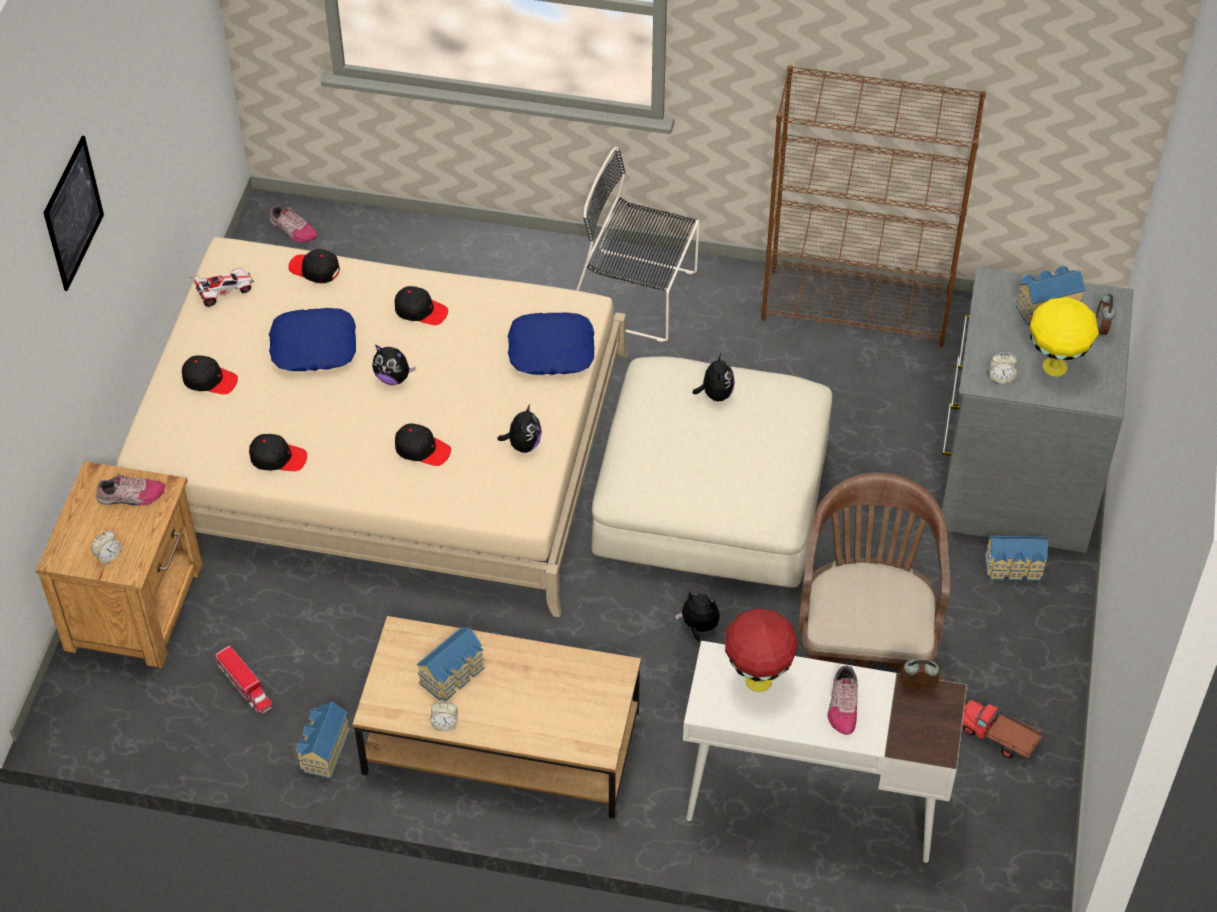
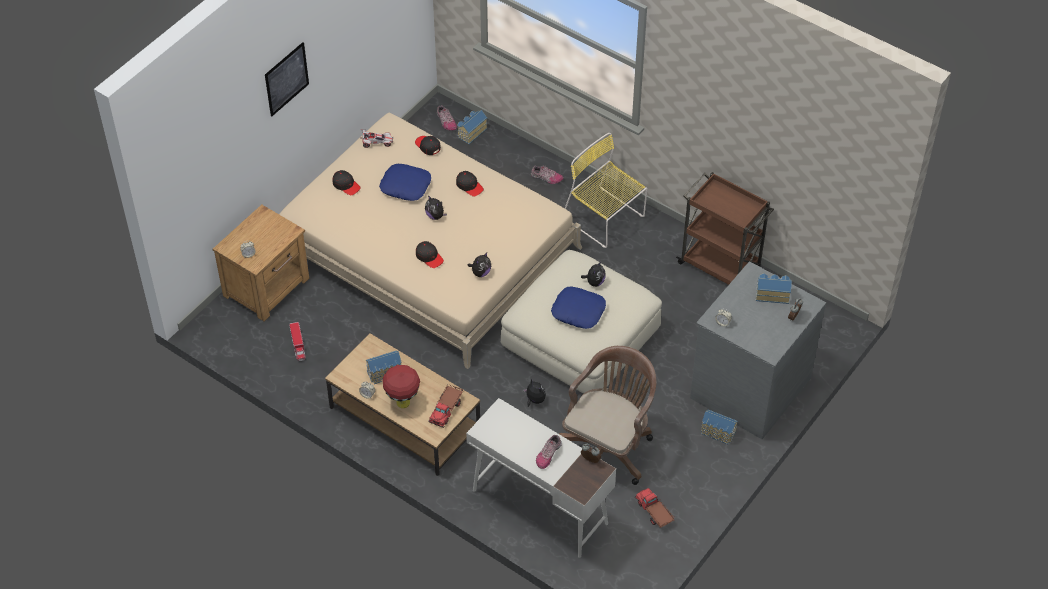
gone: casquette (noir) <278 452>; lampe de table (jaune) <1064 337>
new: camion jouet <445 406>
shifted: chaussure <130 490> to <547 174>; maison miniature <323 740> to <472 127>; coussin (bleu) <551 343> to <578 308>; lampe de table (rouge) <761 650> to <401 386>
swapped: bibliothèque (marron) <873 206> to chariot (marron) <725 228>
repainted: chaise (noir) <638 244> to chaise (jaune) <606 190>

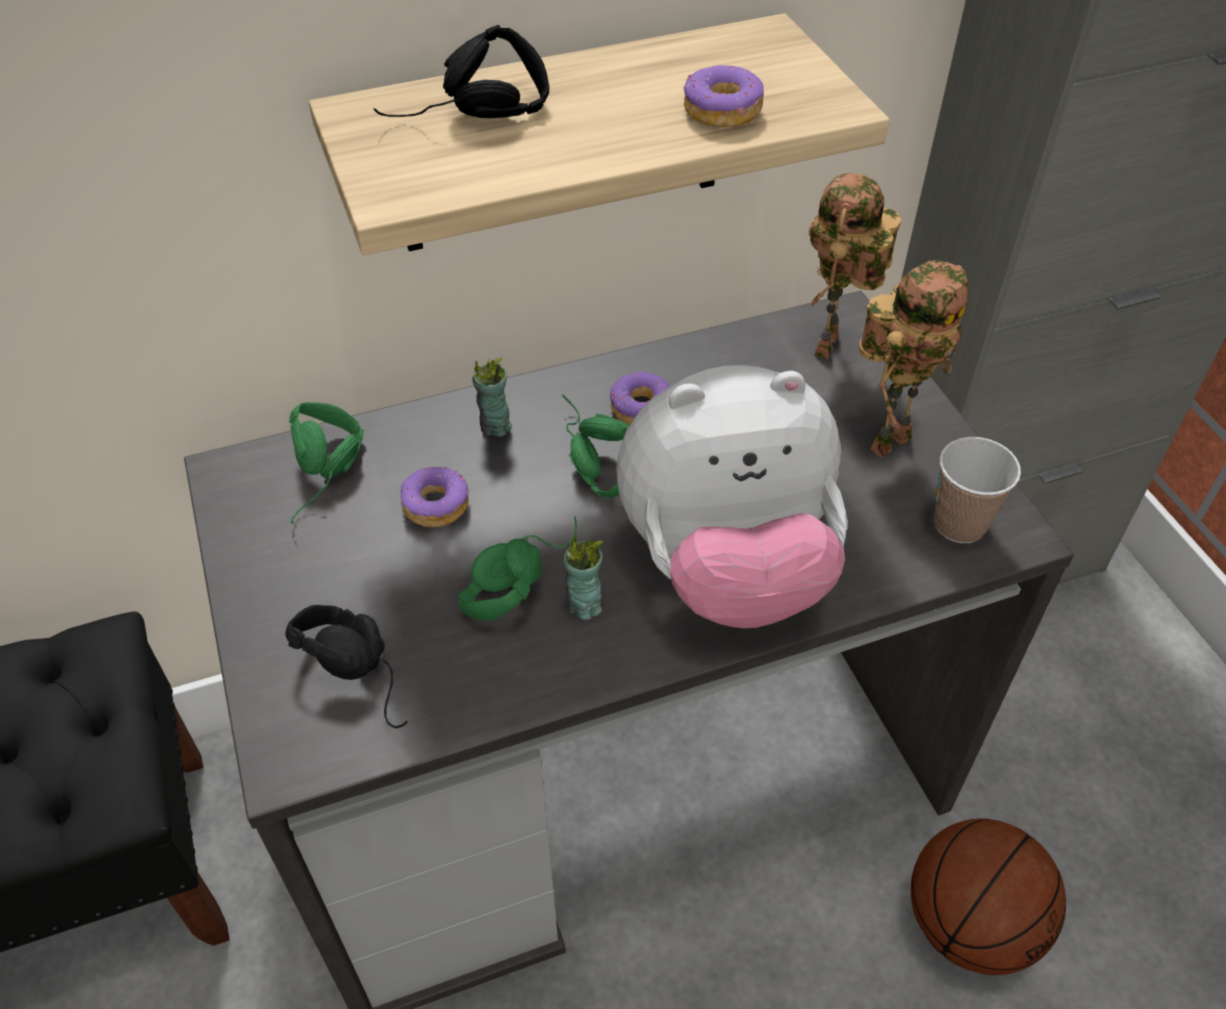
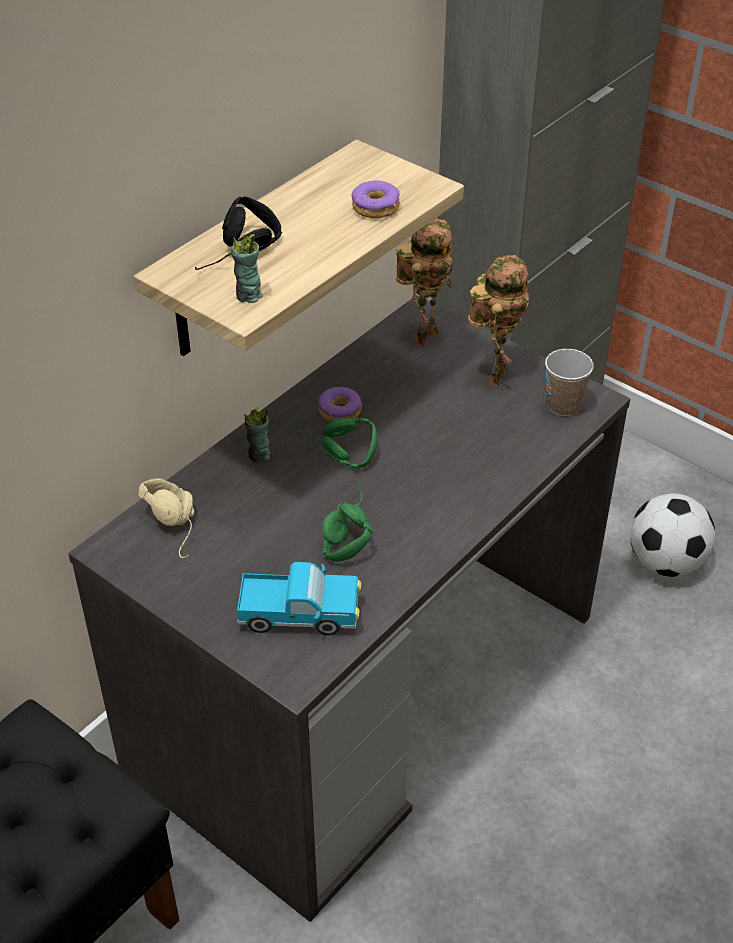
gone: beignet <434 496>; peluche <732 496>; ballon de basket <988 896>
new: ballon de foot <672 535>
shifted: tasse <583 577> to <247 268>
swapped: casque audio (noir) <346 666> to camion jouet <299 599>
repainted: casque audio (vert) <326 462> to casque audio (beige) <166 518>
rotated: robot jouet <855 266> = <424 283> 135 degrees counterclockwise

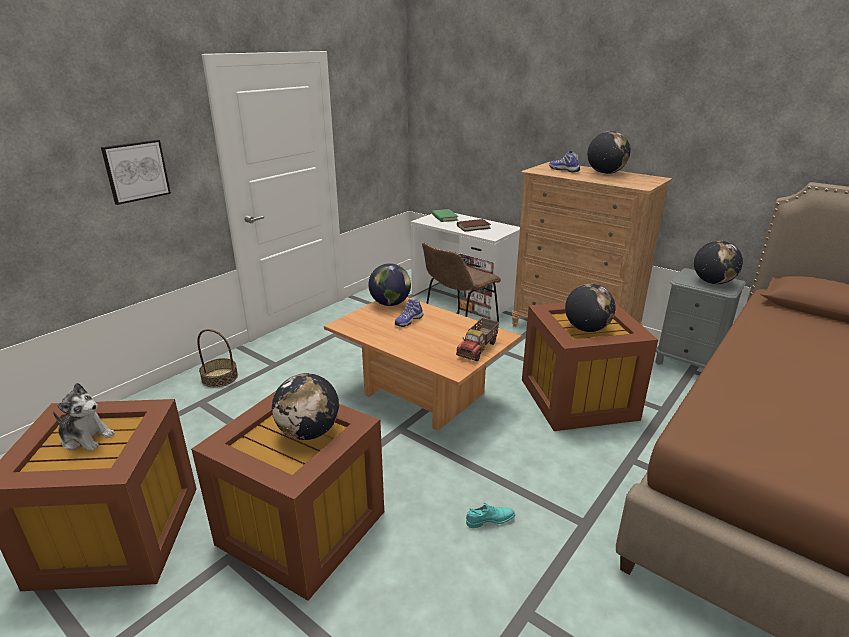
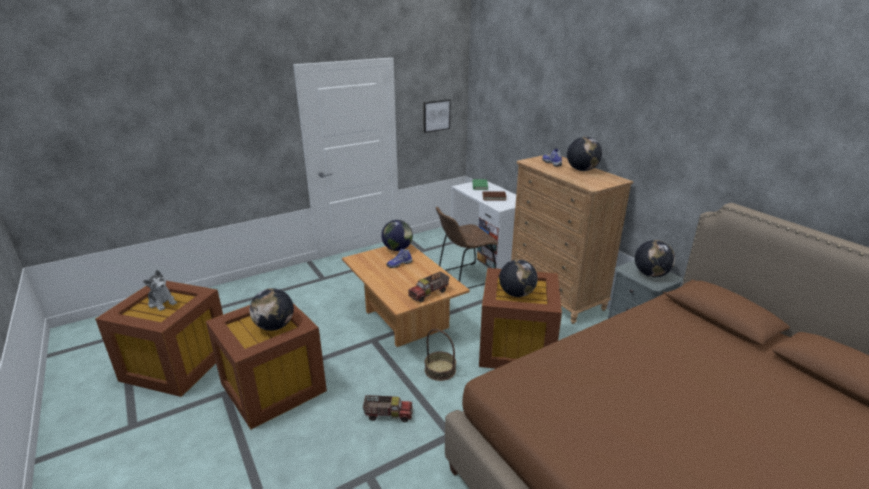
shifted: tableau <136 172> to <436 116>; panier <217 358> to <440 355>
swapped: chaussure (turquoise) <490 515> to camion jouet <388 408>

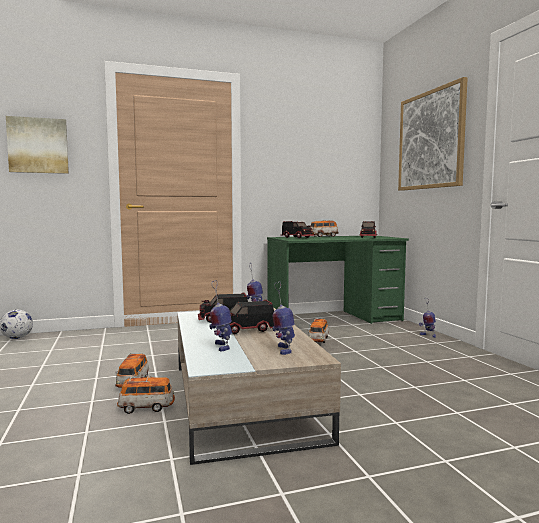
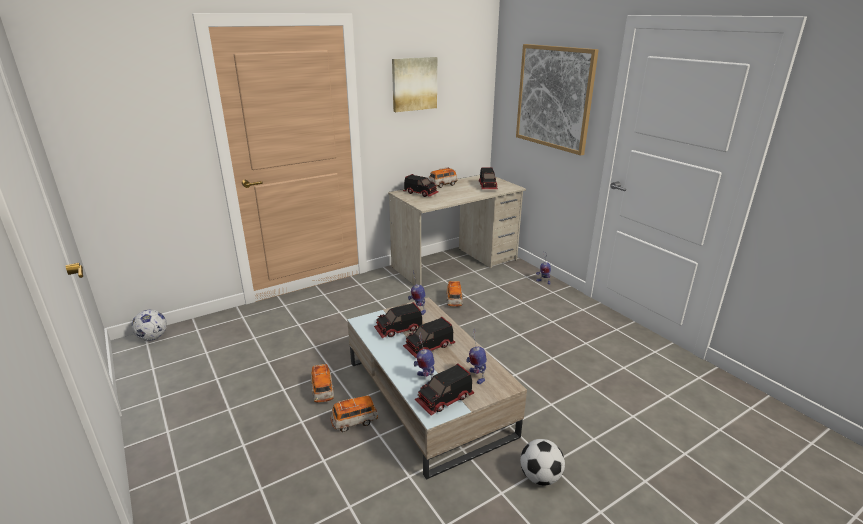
new: camion jouet <444 389>; ballon de foot <542 462>
shifted: tableau <37 145> to <414 84>
repainted: bureau (vert) <338 280> to bureau (beige) <457 230>

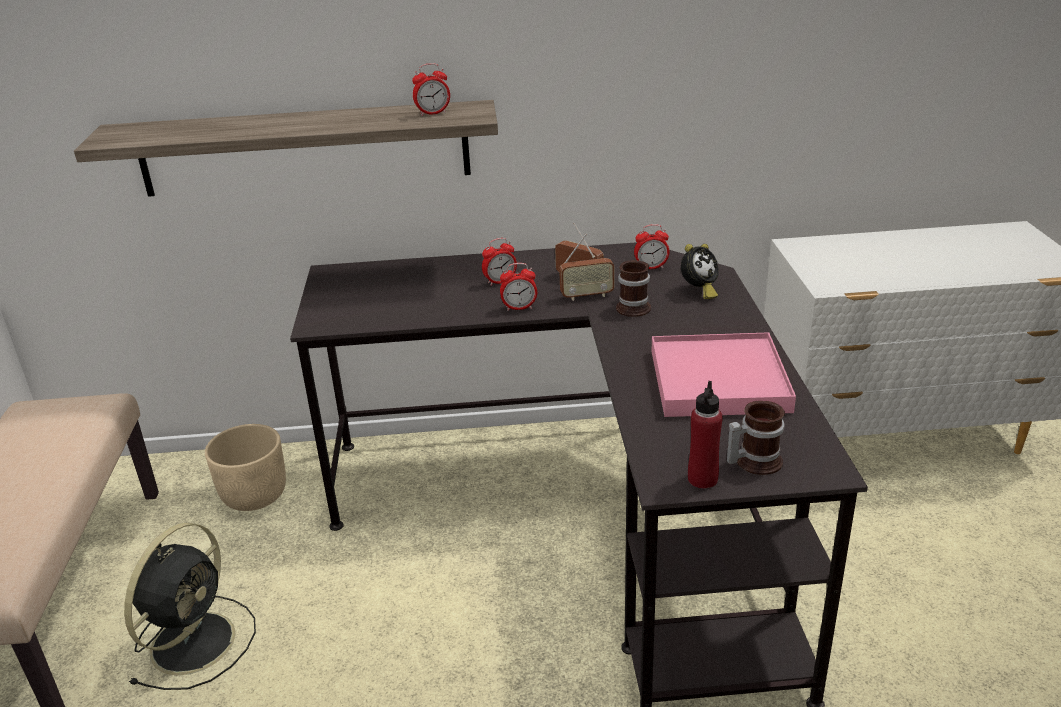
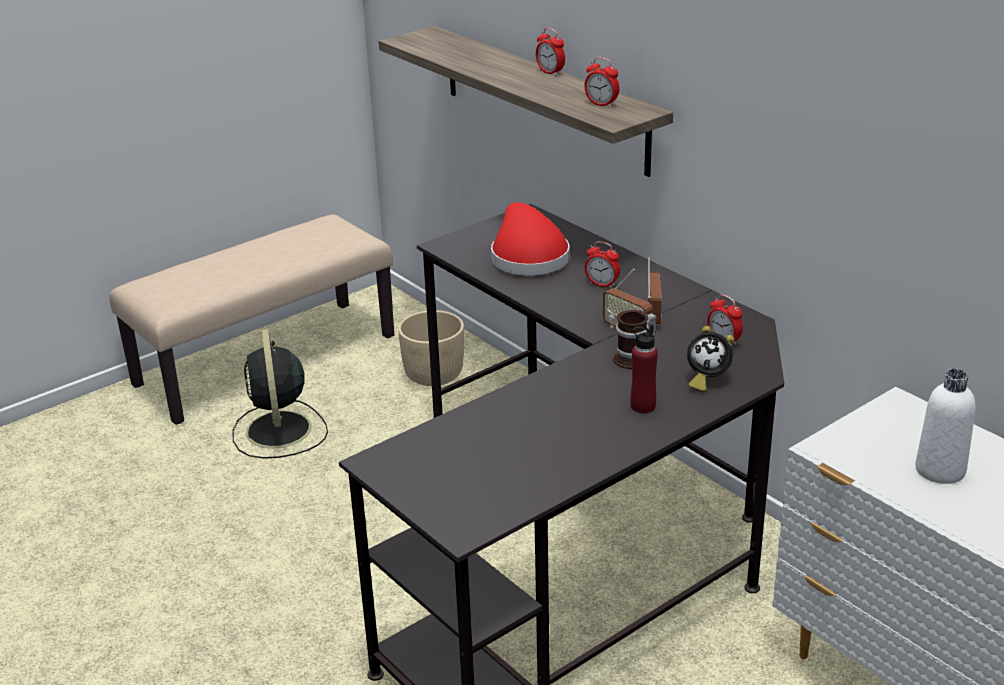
gone: plateau (rose) <724 374>; mug <756 438>
new: chapeau (rouge) <530 239>; bouteille (blanc) <945 426>
shifted: réveil <518 287> to <550 52>; bouteille (rouge) <705 435> to <644 368>
rotated: ventilateur (noir) <190 606> = <280 394> 90 degrees clockwise

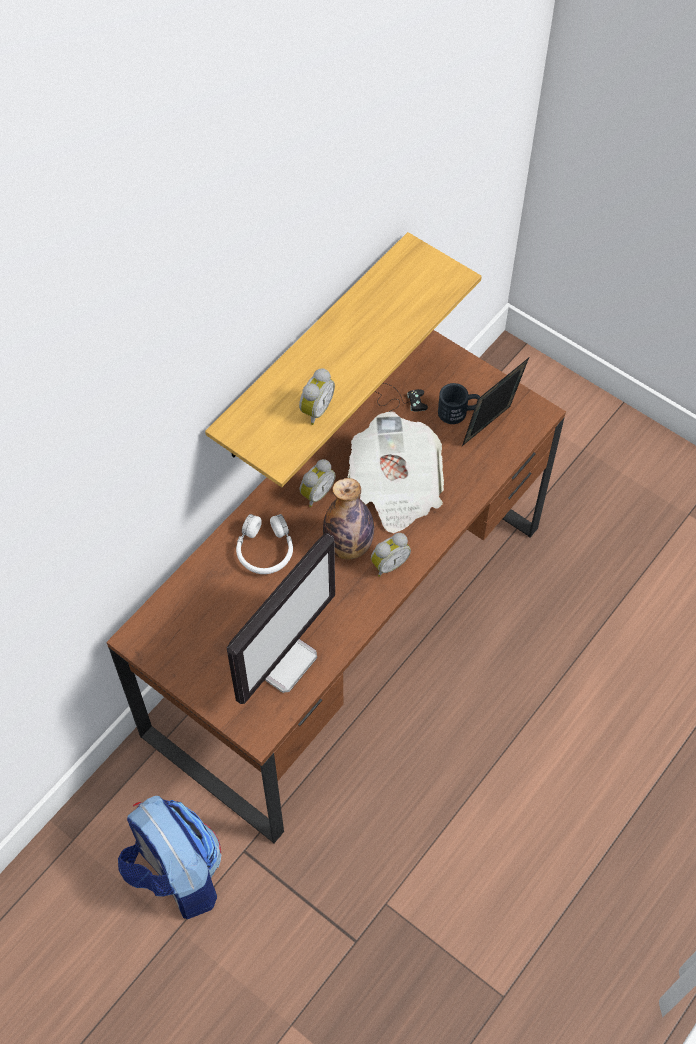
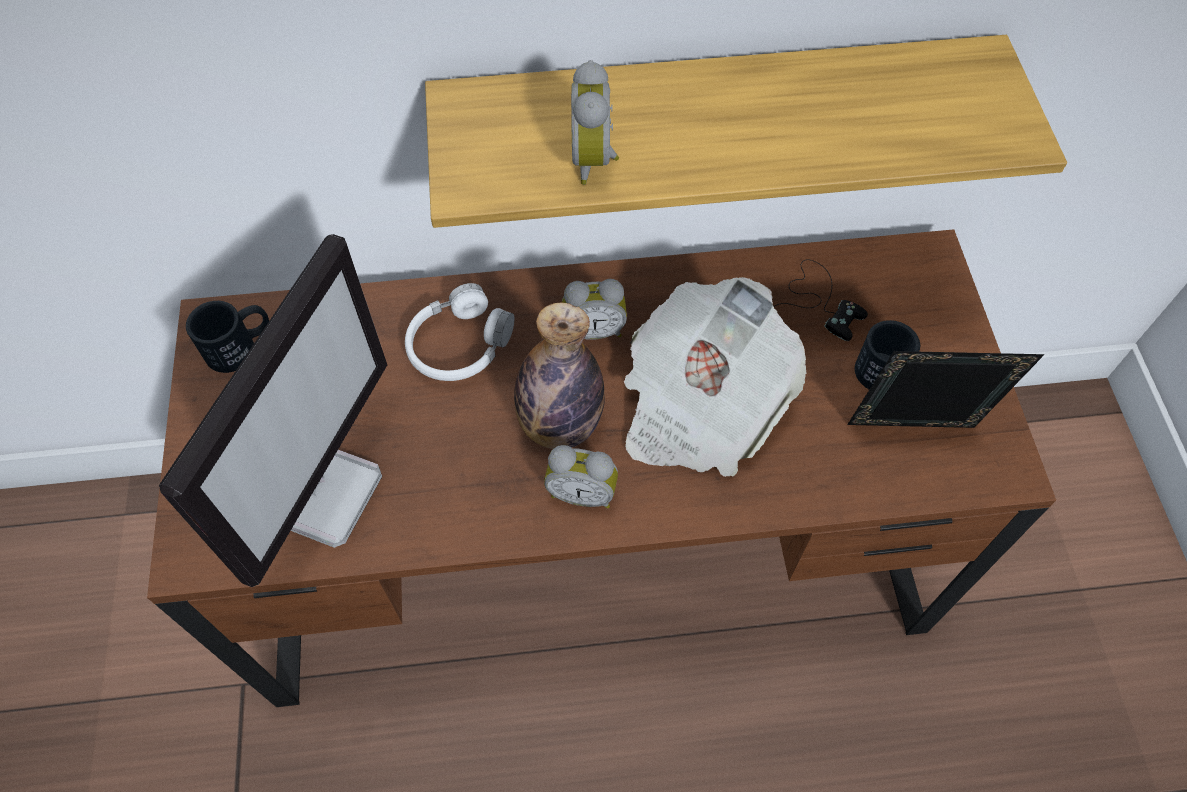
gone: sac à dos <169 857>
new: mug (noir) <227 337>
rotated: écran d'ordinateur <281 618> = <273 410> 60 degrees counterclockwise; réveil <317 396> = <595 122> 105 degrees clockwise

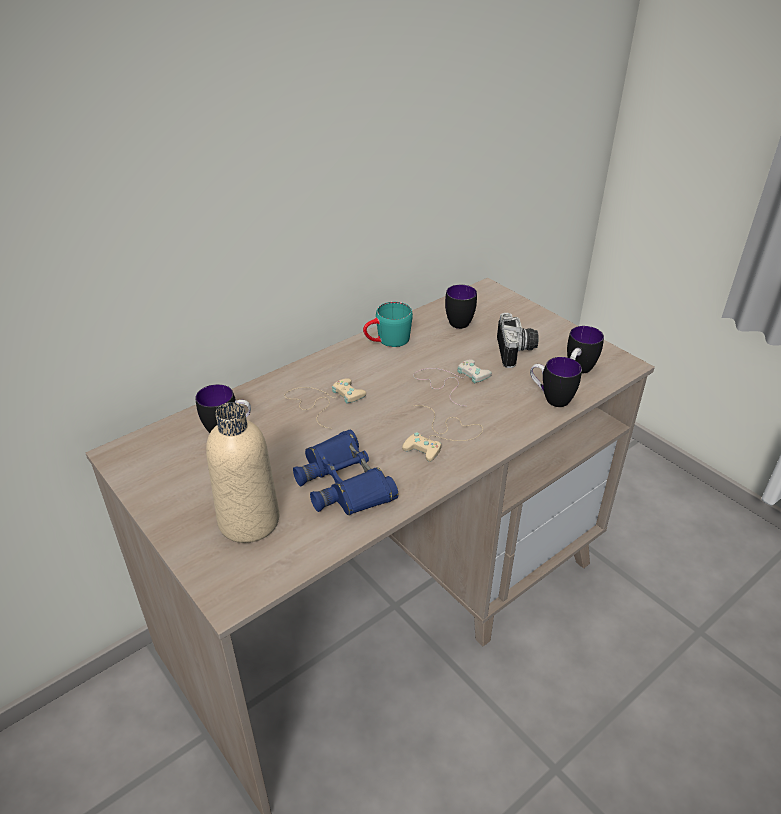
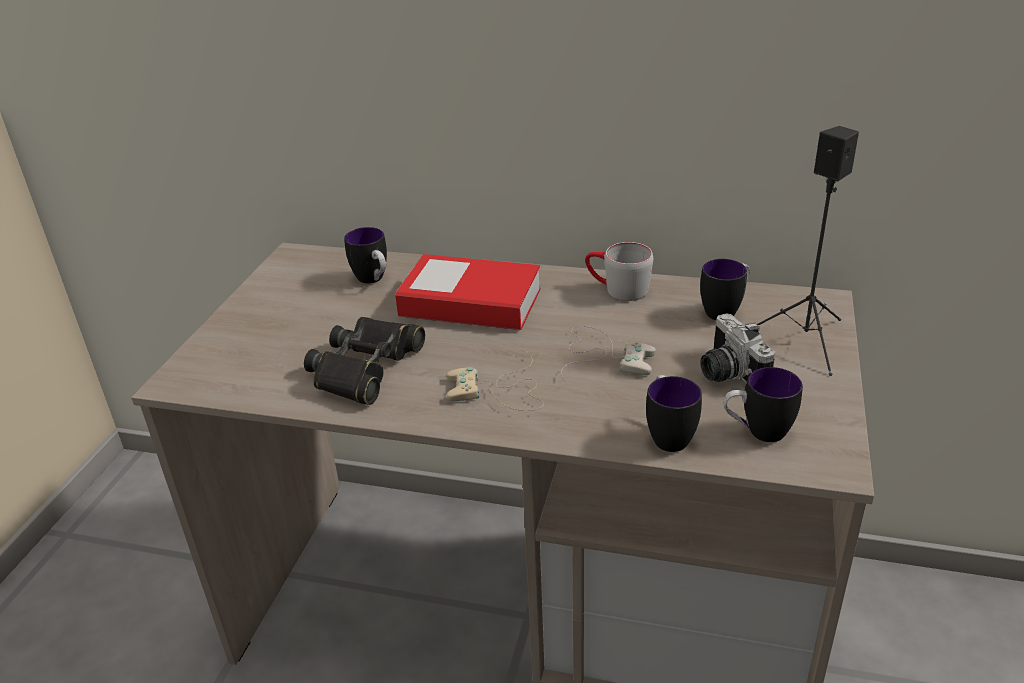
gone: bouteille (beige) <242 472>
new: enceinte (noir) <807 251>
swapped: manette (beige) <325 403> to livre <468 292>
repainted: jumelles (bleu) <346 472> to jumelles (noir) <364 361>; mug (turquoise) <388 324> to mug (gris) <619 271>
rotated: appareil photo <518 340> = <737 348> 105 degrees clockwise

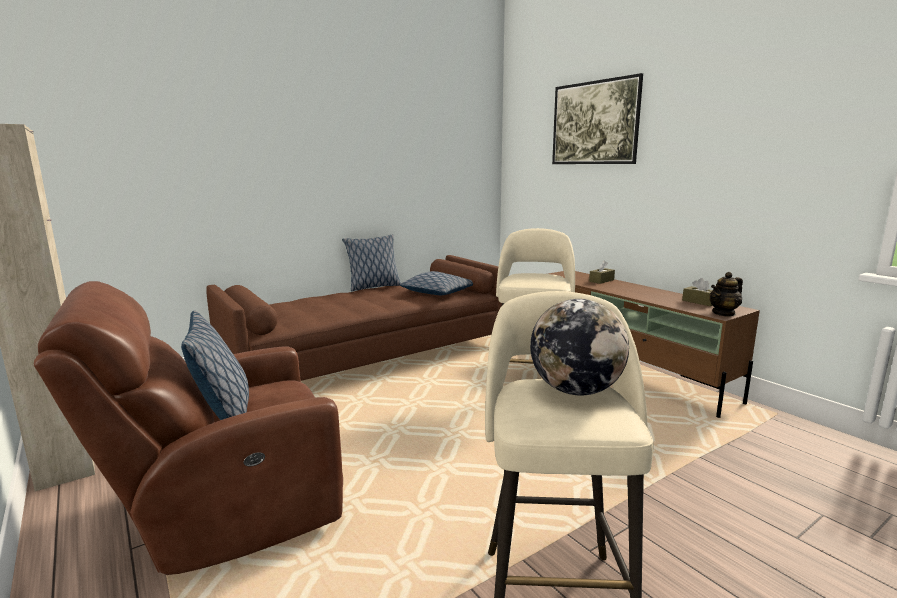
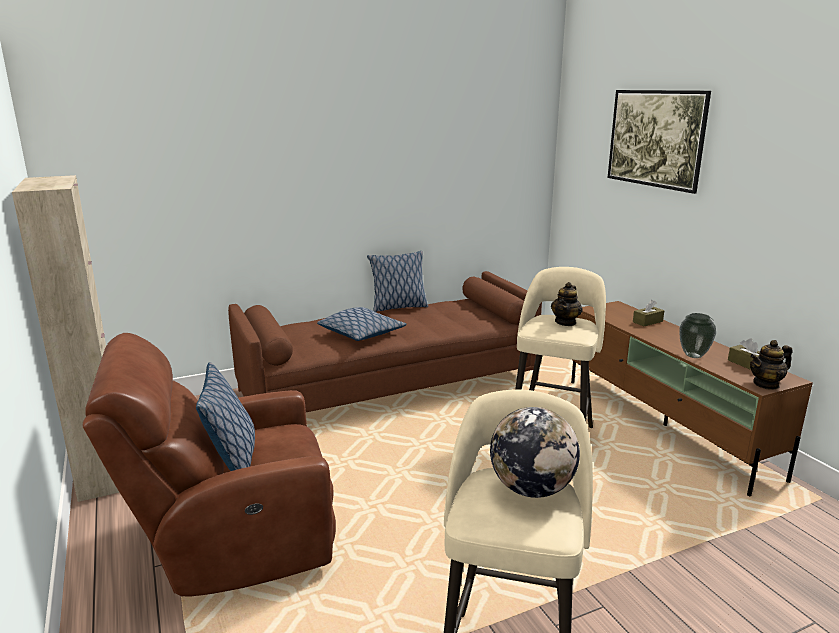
new: théière <567 304>; vase <697 335>
shifted: coussin <436 283> to <361 324>

